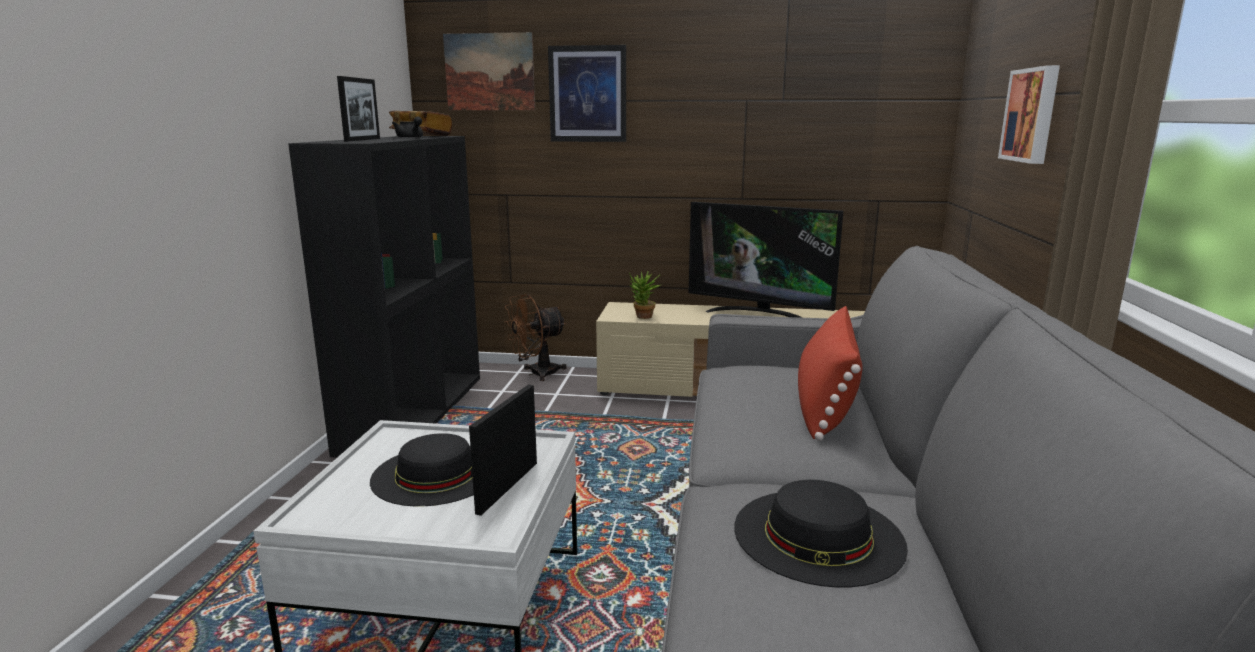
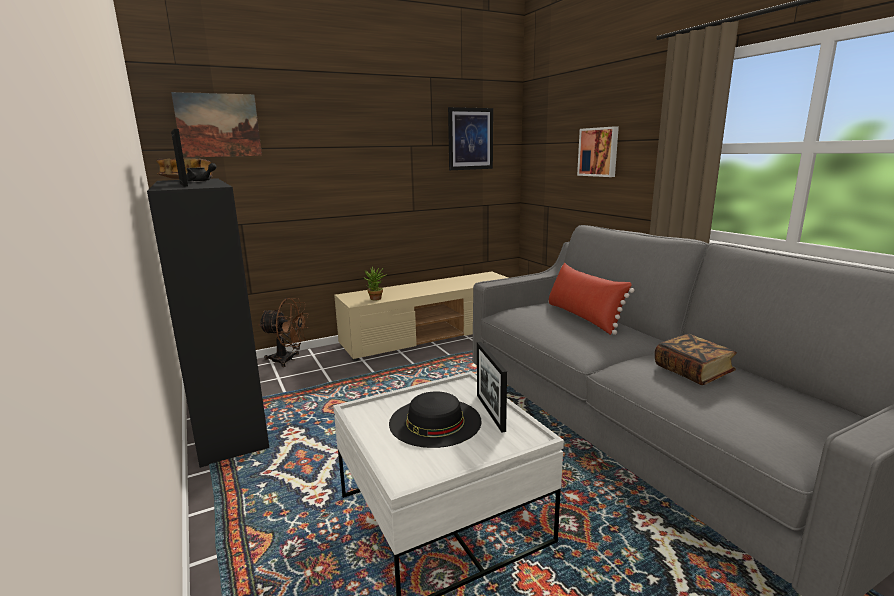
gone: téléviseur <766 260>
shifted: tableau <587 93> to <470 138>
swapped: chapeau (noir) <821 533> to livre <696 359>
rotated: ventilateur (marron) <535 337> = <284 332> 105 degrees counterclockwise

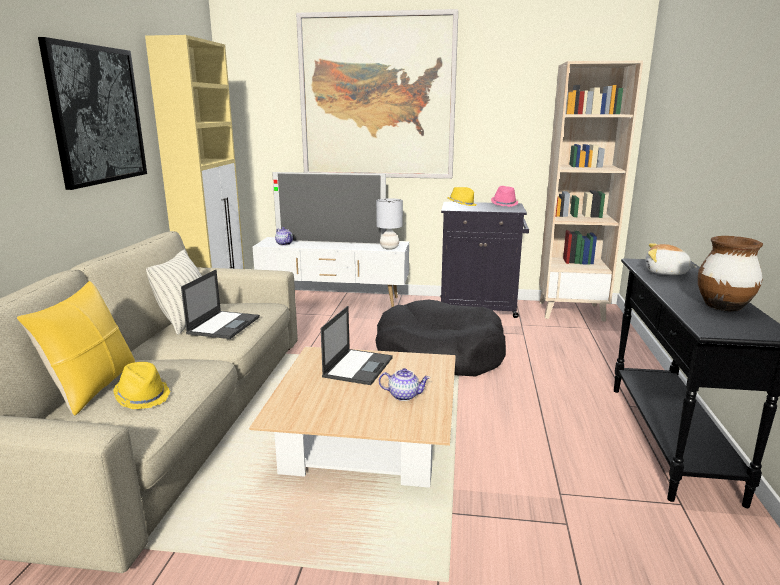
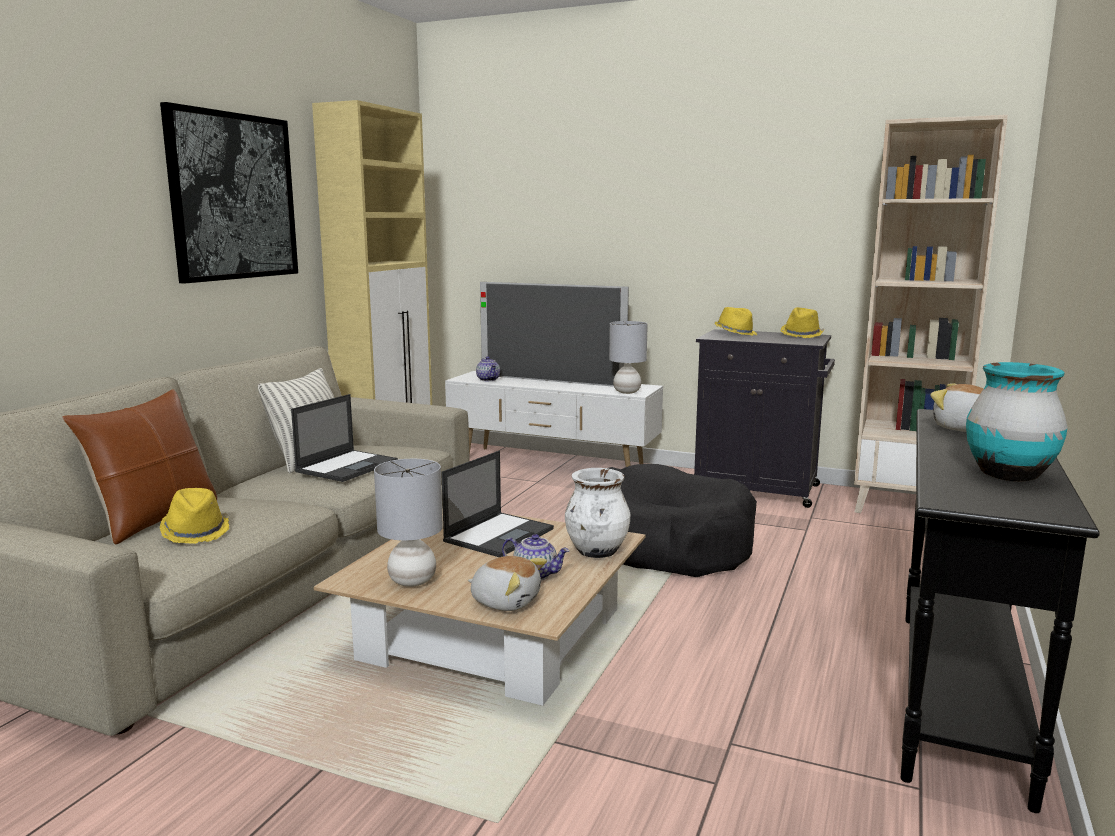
gone: tableau <377 94>
new: lampe de table (gris) <408 523>; peluche <507 583>; vase (blanc) <597 513>
repainted: coussin (jaune) <76 348> to coussin (marron) <139 467>; chapeau (rose) <505 196> to chapeau (jaune) <802 322>; vase (marron) <730 273> to vase (turquoise) <1017 421>

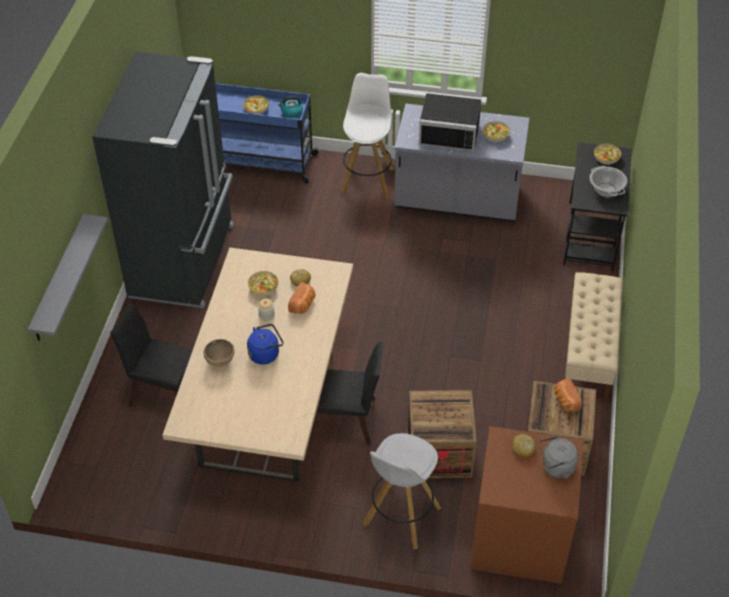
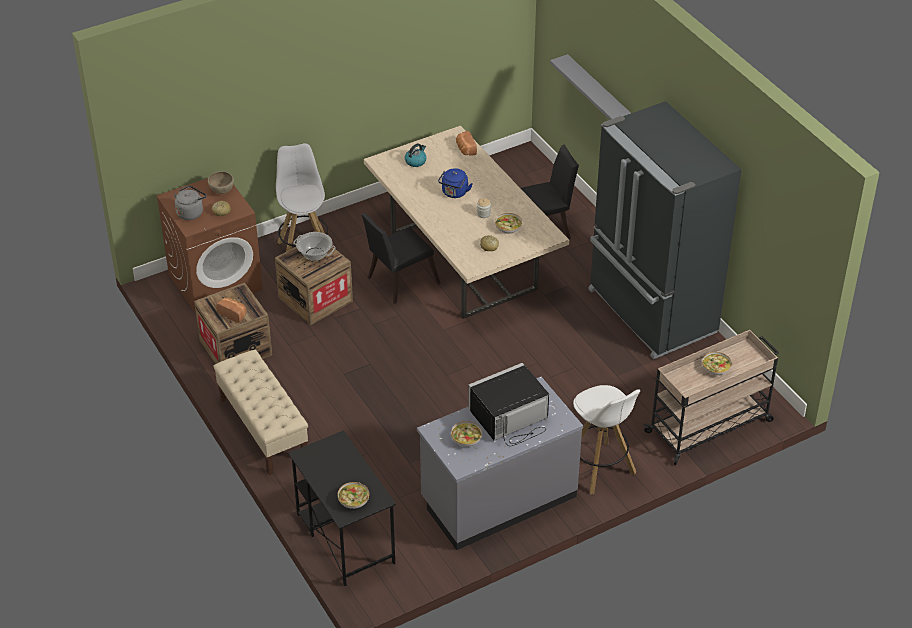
shifted: bol (marron) <219 353> to <221 182>; bouilloire <290 107> to <416 155>; pain <301 298> to <466 143>; marmite <608 181> to <314 246>
repainted: chariot (bleu) <267 133> to chariot (beige) <711 397>

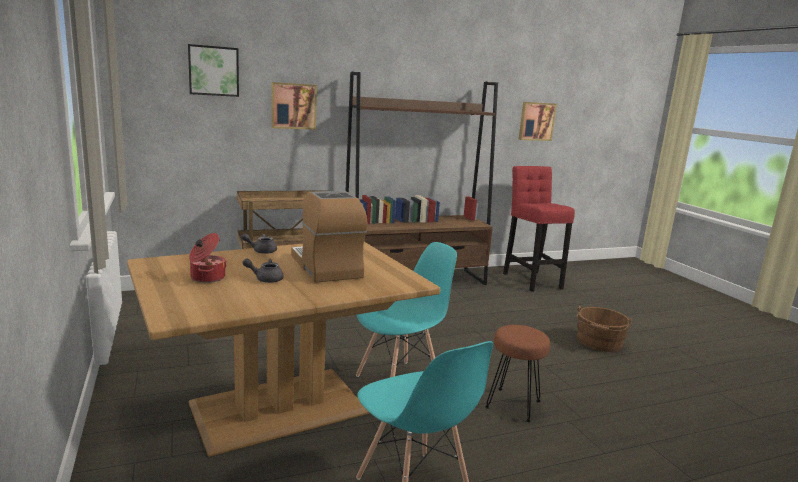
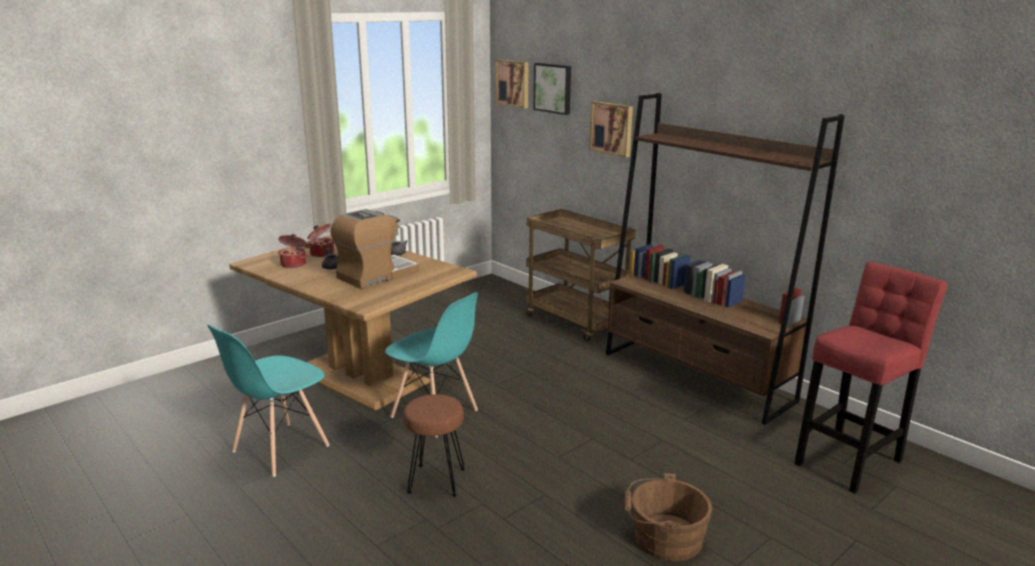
new: marmite <292 251>
shifted: tableau <538 121> to <512 84>

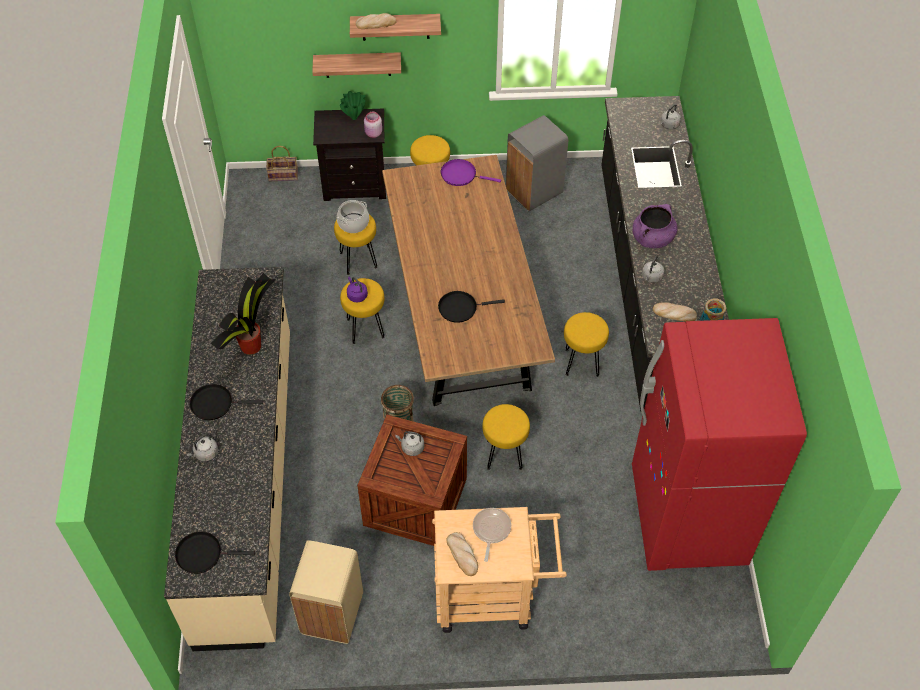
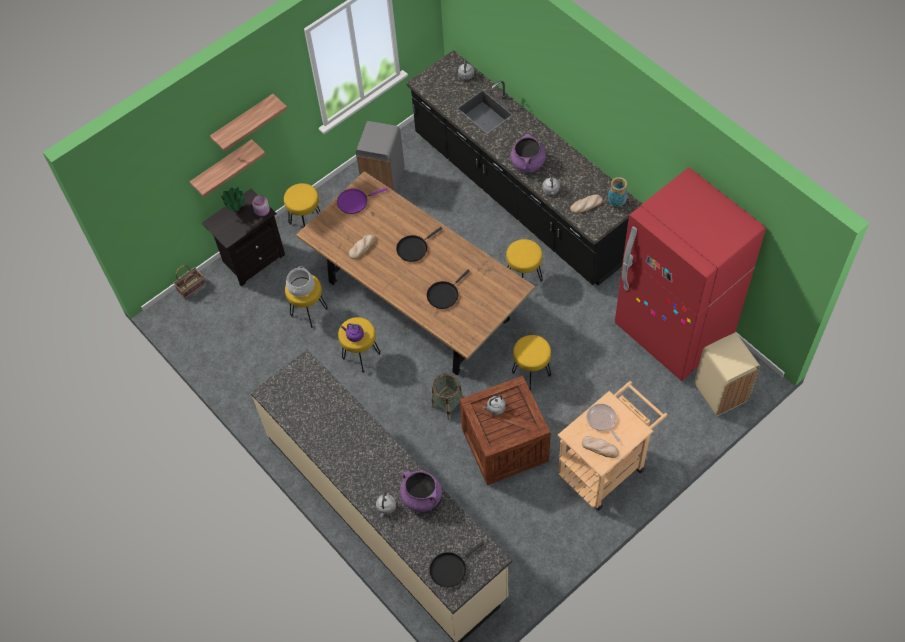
gone: plante en pot <243 314>
new: marmite (violet) <421 491>
shifted: poêle (noir) <226 402> to <419 244>; poubelle (beige) <326 592> to <727 374>; pain <376 21> to <362 246>

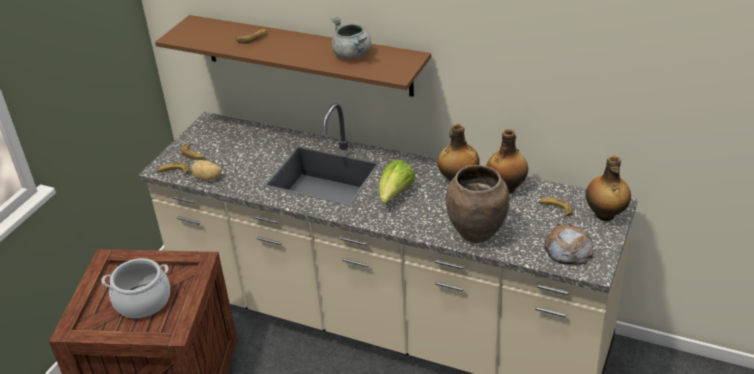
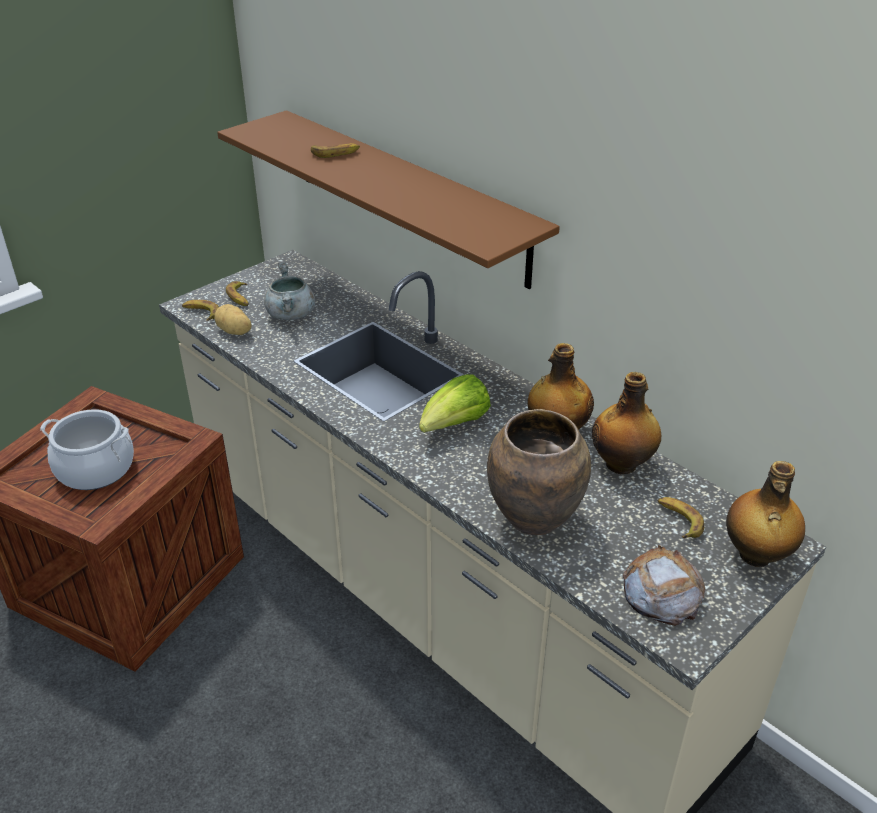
shifted: marmite (gris) <351 37> to <290 291>

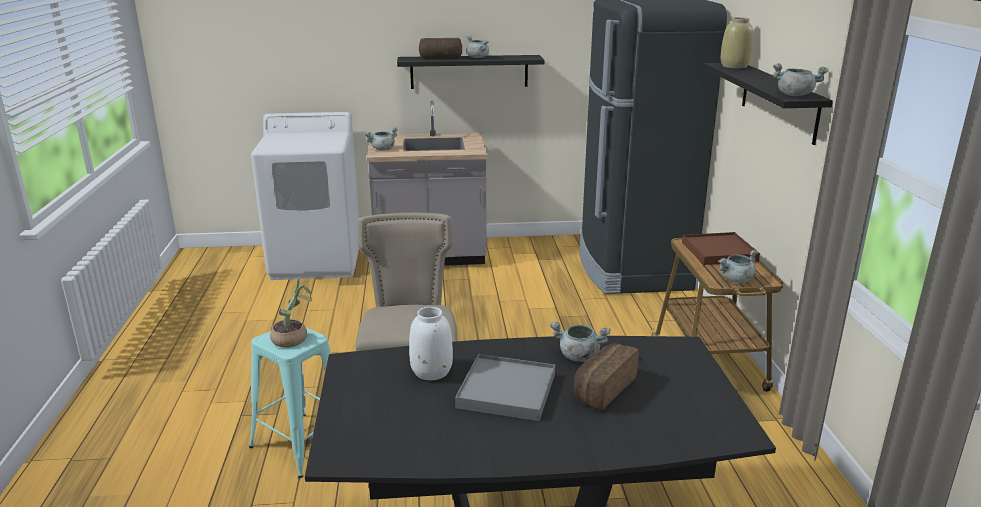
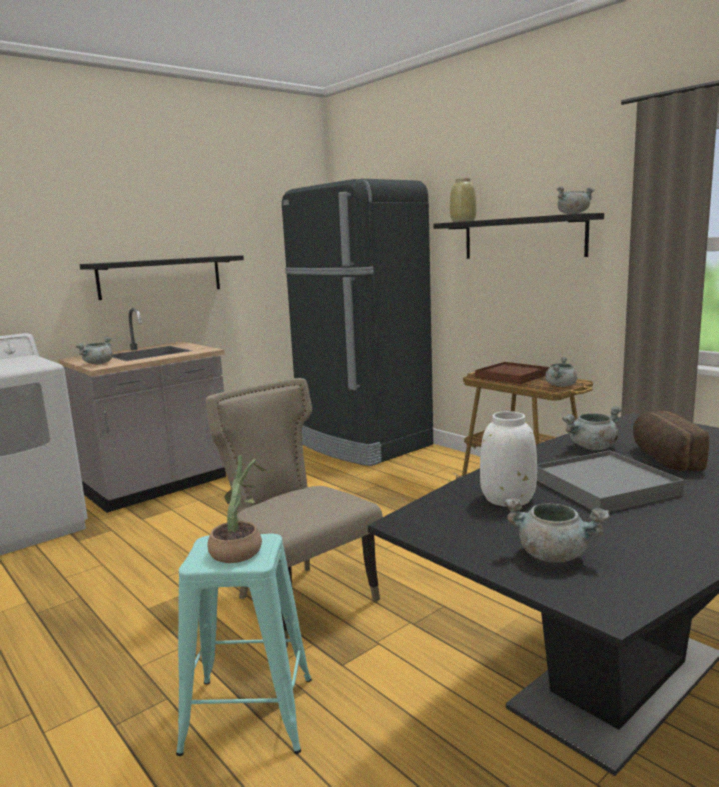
gone: pain <440 48>
shifted: marmite (gris) <477 47> to <557 530>

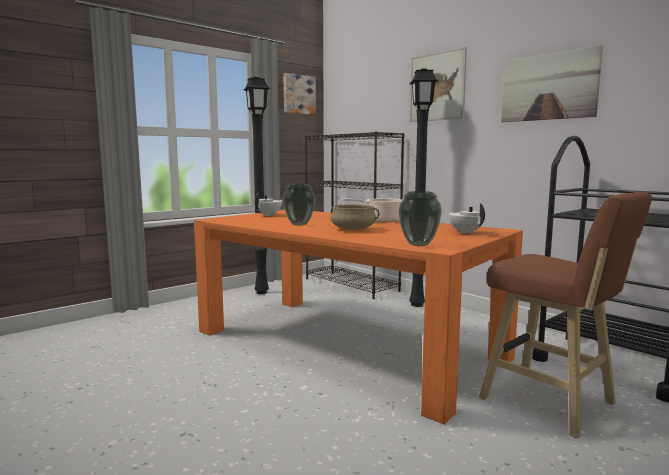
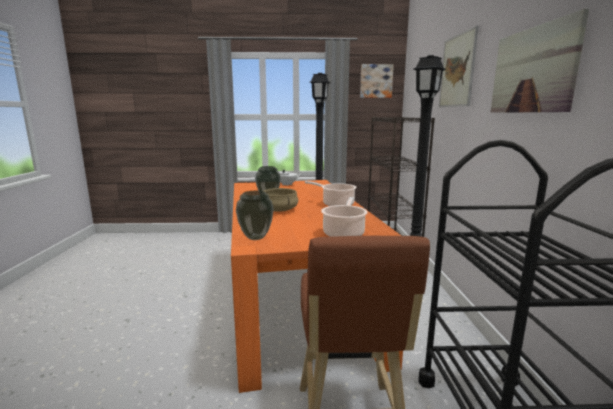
swapped: théière (blanc) <467 218> to marmite <344 217>

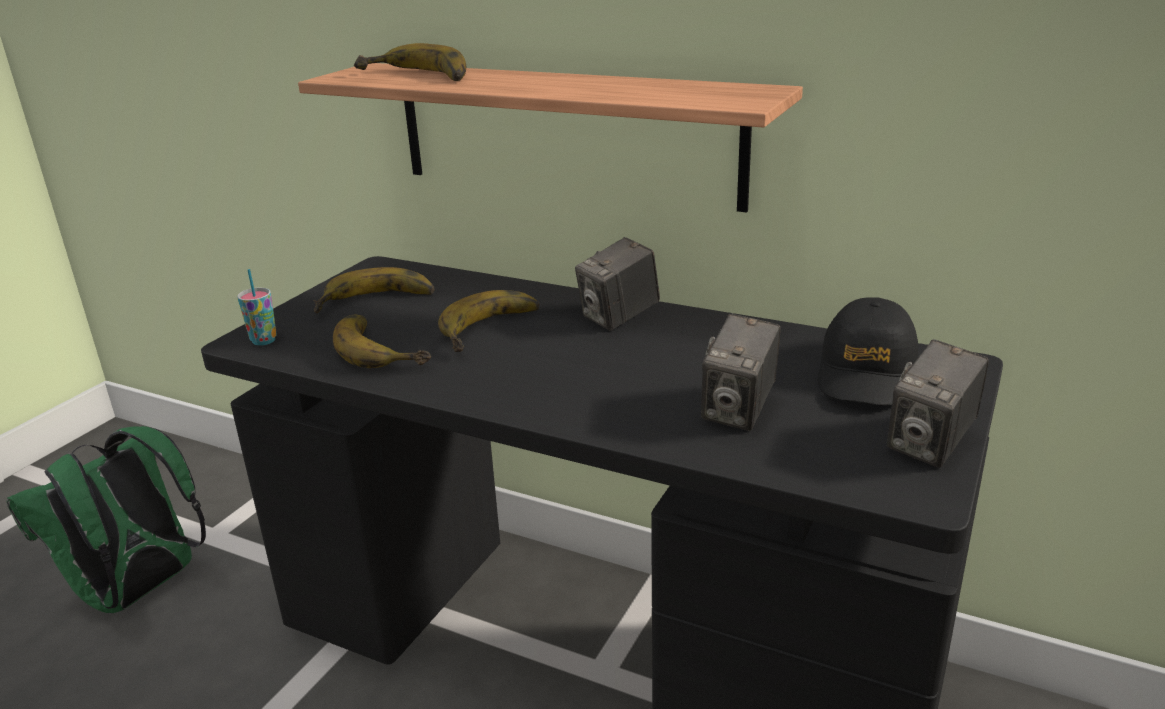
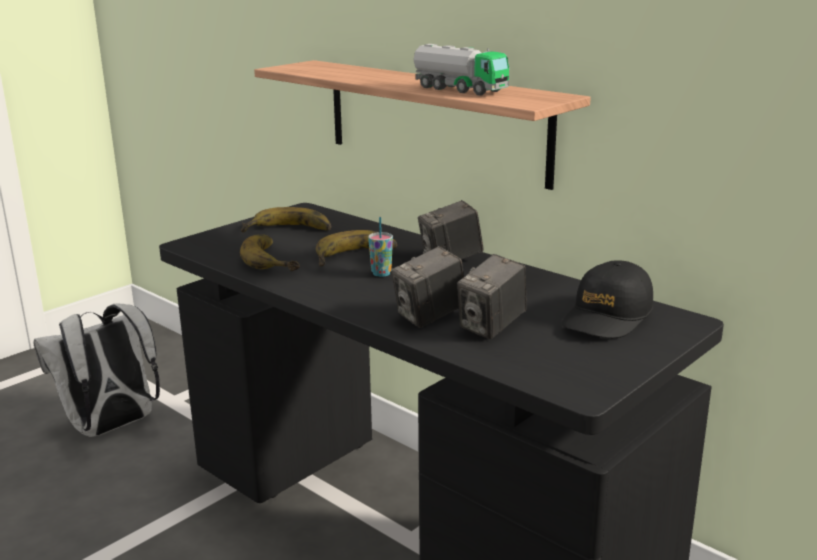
gone: banane <410 62>
new: camion jouet <461 70>
shifted: tasse <257 307> to <380 247>; appareil photo <938 403> to <427 287>
repainted: sac à dos (vert) <106 519> to sac à dos (blanc) <97 370>

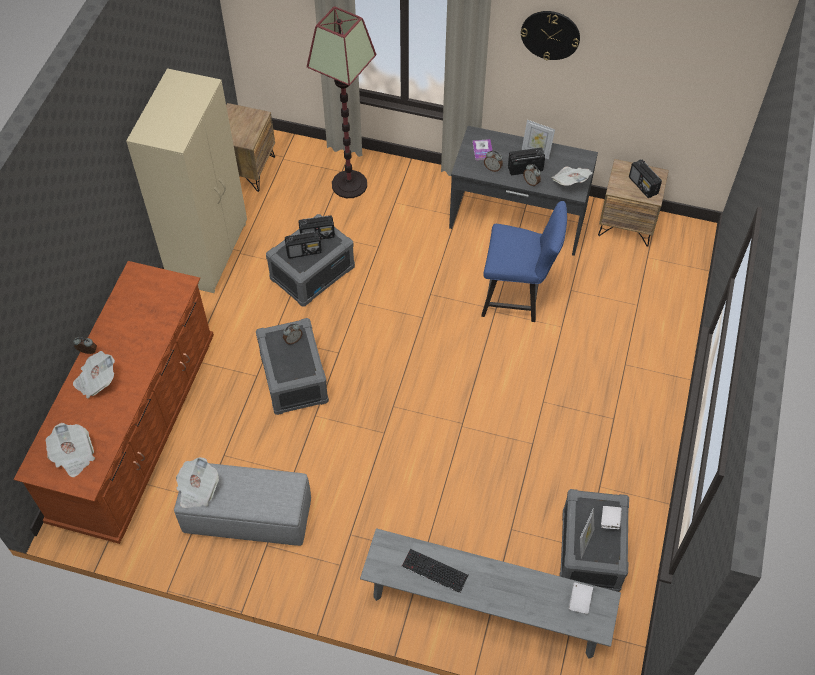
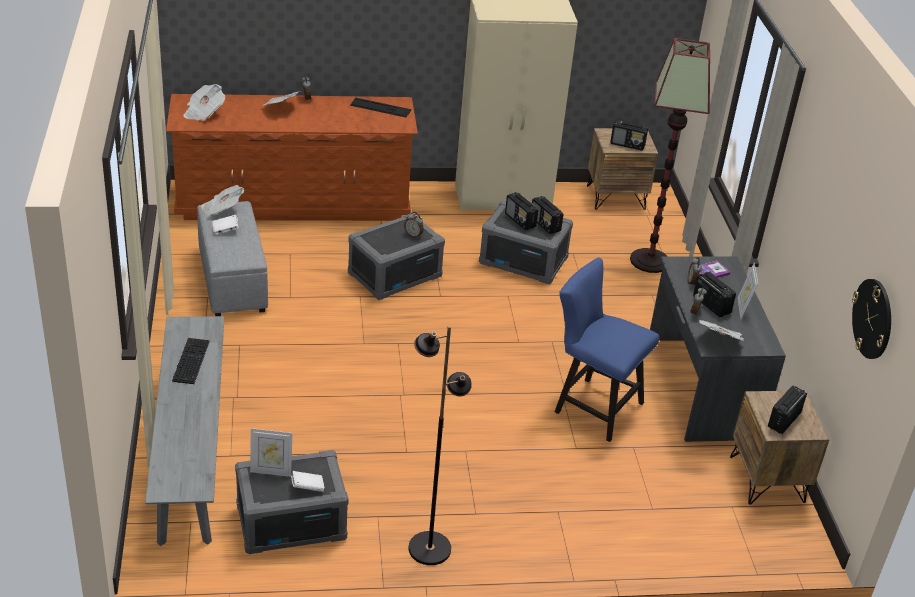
new: clavier <380 107>; lampadaire (noir) <440 445>; radio <629 135>
shifted: horloge murale <550 35> to <871 319>; livre (blanc) <581 598> to <225 225>
rotated: chaise (bleu) <524 261> = <607 350> 135 degrees clockwise

